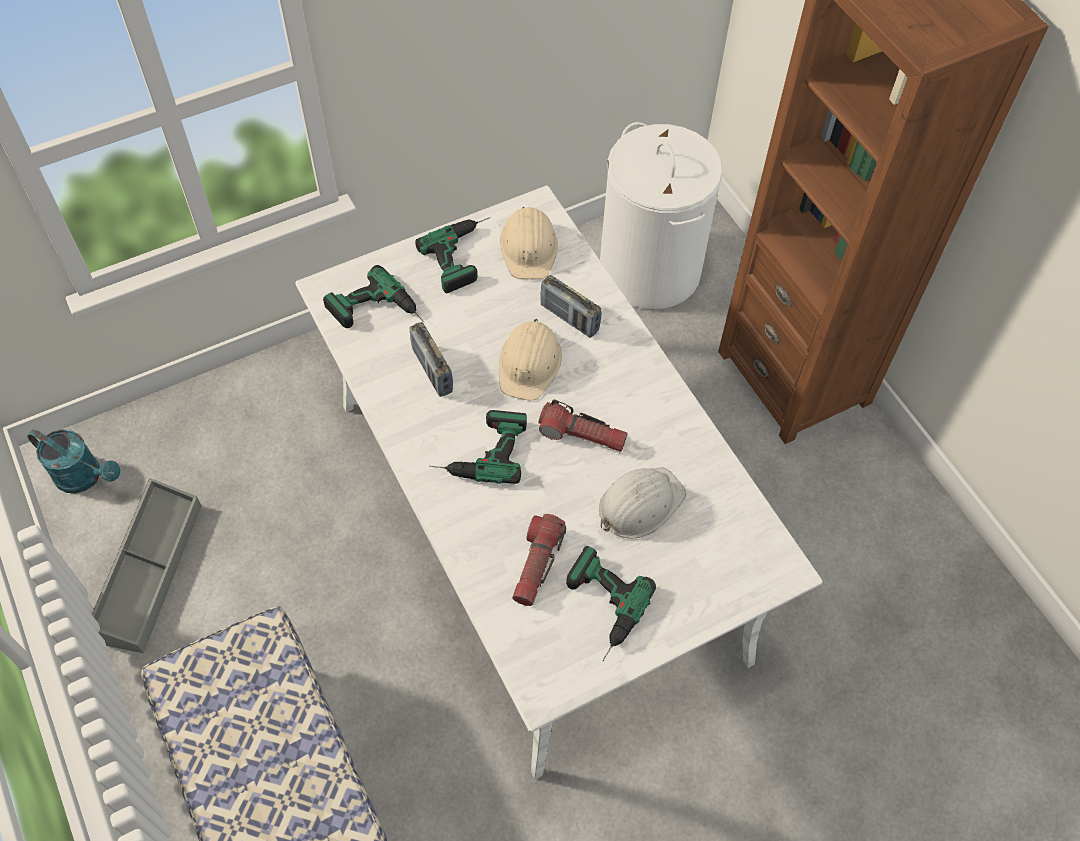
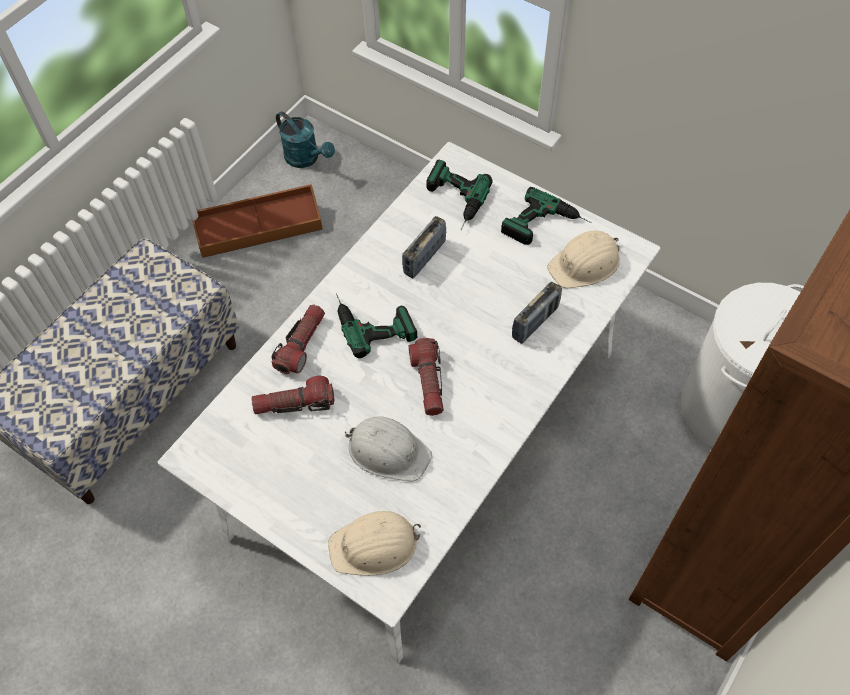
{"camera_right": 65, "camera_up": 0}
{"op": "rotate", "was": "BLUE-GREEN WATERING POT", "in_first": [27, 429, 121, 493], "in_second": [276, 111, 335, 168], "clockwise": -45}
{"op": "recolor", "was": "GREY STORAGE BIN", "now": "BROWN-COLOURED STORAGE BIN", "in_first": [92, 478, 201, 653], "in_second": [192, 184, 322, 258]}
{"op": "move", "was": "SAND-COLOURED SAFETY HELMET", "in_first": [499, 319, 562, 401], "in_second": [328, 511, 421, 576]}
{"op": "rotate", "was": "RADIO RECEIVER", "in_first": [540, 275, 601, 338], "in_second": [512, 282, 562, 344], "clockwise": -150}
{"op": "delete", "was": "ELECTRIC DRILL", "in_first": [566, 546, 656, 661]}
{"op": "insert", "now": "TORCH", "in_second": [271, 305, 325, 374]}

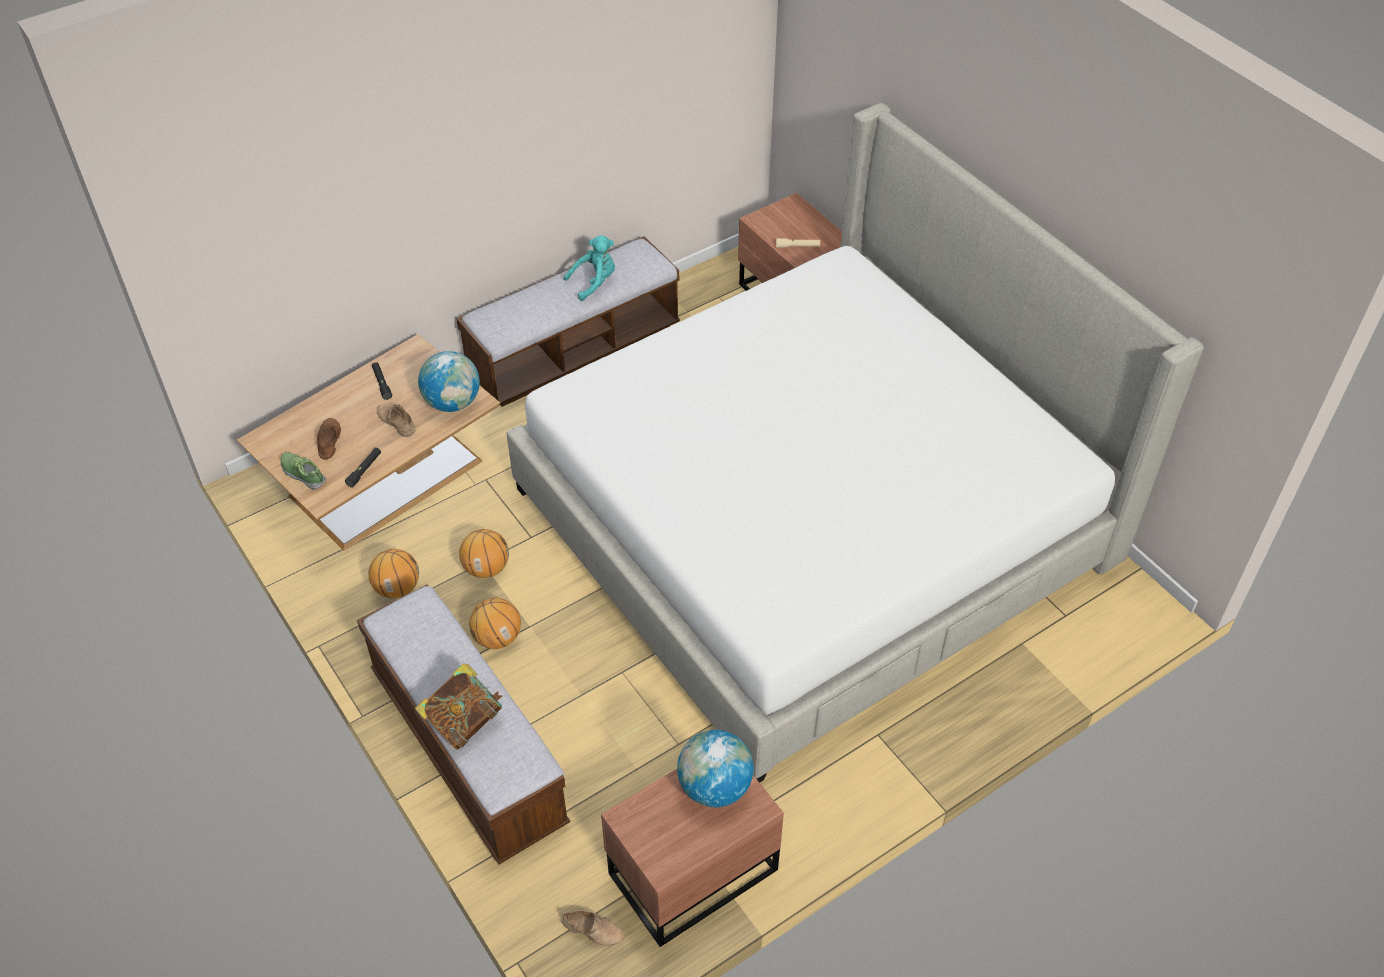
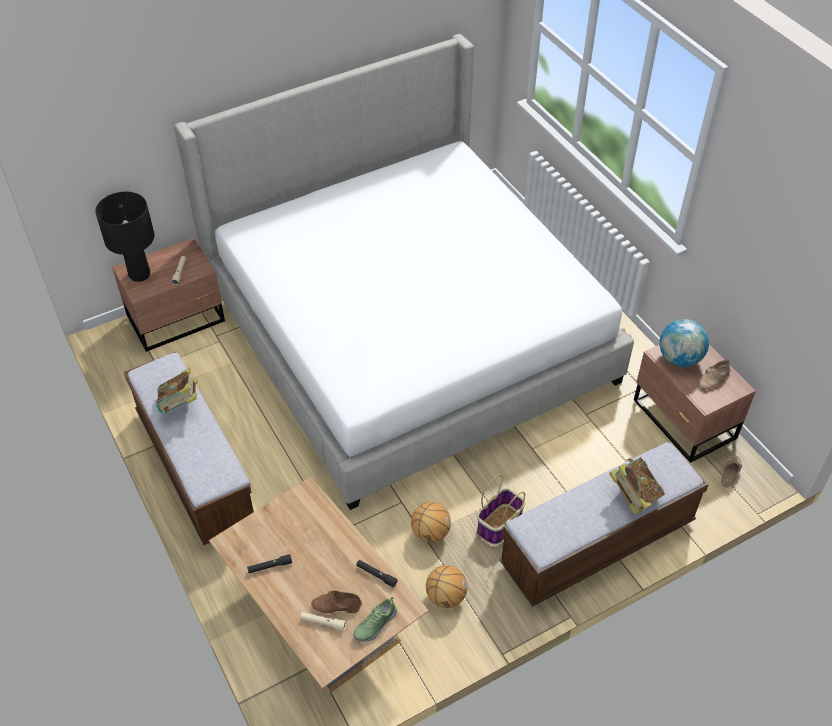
{"camera_right": -85, "camera_up": 0}
{"op": "move", "was": "SAND-COLOURED LOW SHOE", "in_first": [377, 403, 416, 437], "in_second": [699, 359, 731, 389]}
{"op": "delete", "was": "DESK GLOBE", "in_first": [418, 351, 480, 412]}
{"op": "replace", "was": "BALL FOR BASKETBALL", "now": "STORAGE BASKET", "in_first": [469, 598, 521, 649], "in_second": [477, 474, 525, 544]}
{"op": "replace", "was": "BLUE-GREEN PLUSH TOY", "now": "BOOK", "in_first": [564, 235, 615, 301], "in_second": [156, 368, 198, 415]}
{"op": "insert", "now": "BLACK-COLOURED TABLETOP LAMP", "in_second": [95, 192, 154, 282]}
{"op": "insert", "now": "SAND-COLOURED TORCH", "in_second": [300, 612, 346, 631]}

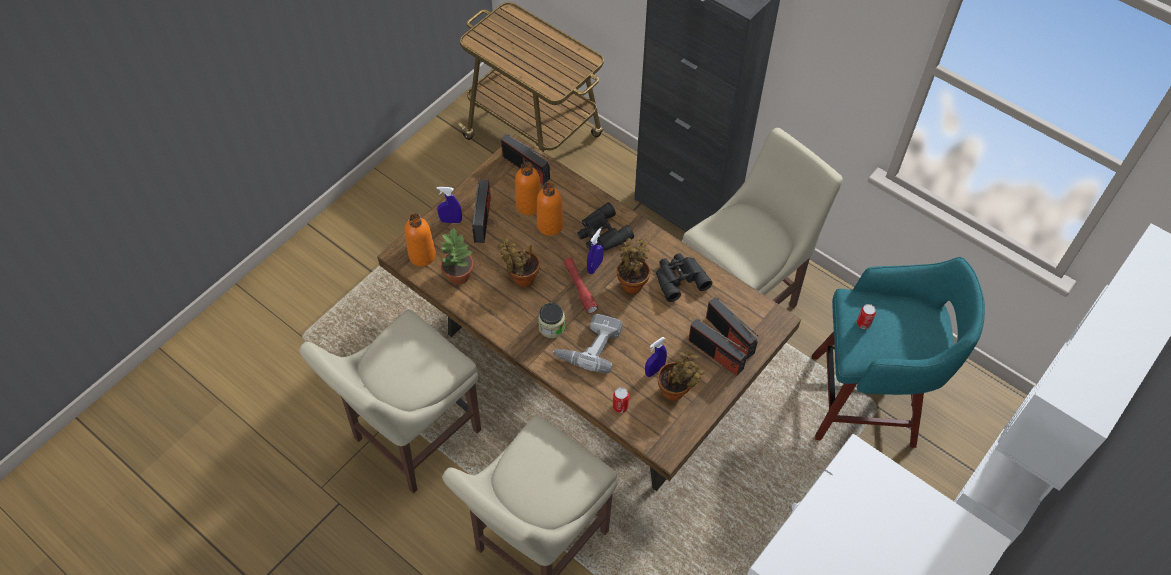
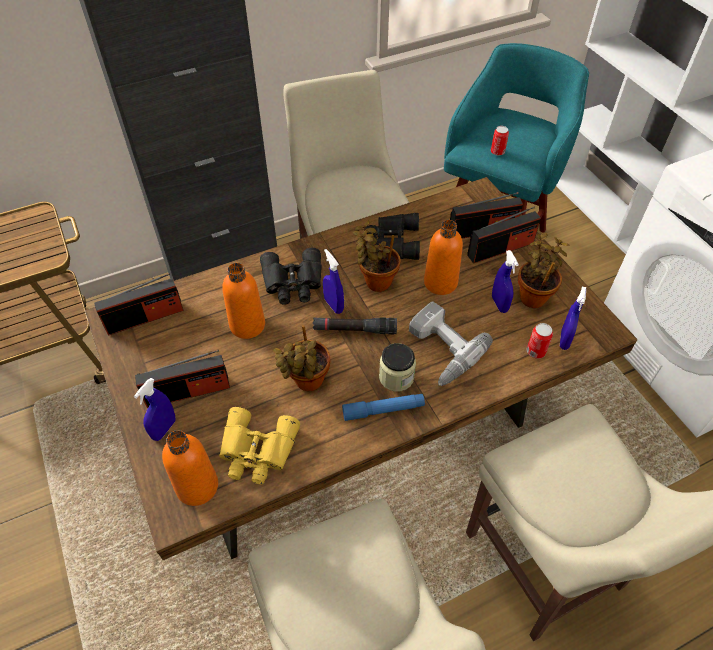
{"camera_right": -65, "camera_up": -5}
{"op": "replace", "was": "HOUSEPLANT", "now": "YELLOWISH BINOCULARS", "in_first": [440, 228, 474, 285], "in_second": [219, 407, 300, 485]}
{"op": "rotate", "was": "RADIO RECEIVER", "in_first": [472, 177, 491, 243], "in_second": [135, 350, 230, 408], "clockwise": 135}
{"op": "move", "was": "ORANGE BEVERAGE BOTTLE", "in_first": [515, 162, 541, 215], "in_second": [424, 220, 463, 295]}
{"op": "recolor", "was": "RED-COLOURED TORCH", "now": "BLACK-COLOURED TORCH", "in_first": [564, 257, 598, 314], "in_second": [313, 317, 397, 334]}
{"op": "insert", "now": "BLUE TORCH", "in_second": [342, 394, 425, 421]}
{"op": "insert", "now": "BLUE SPRAY BOTTLE", "in_second": [560, 287, 586, 350]}

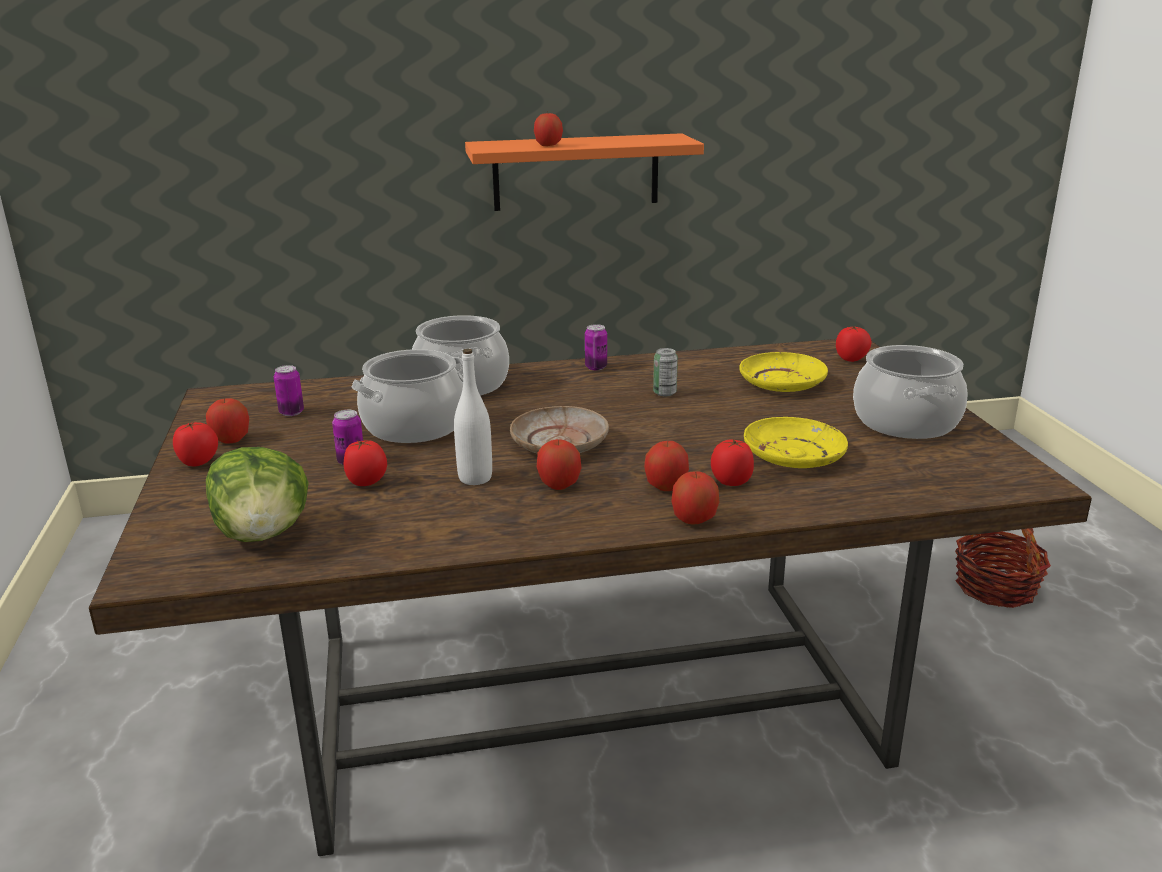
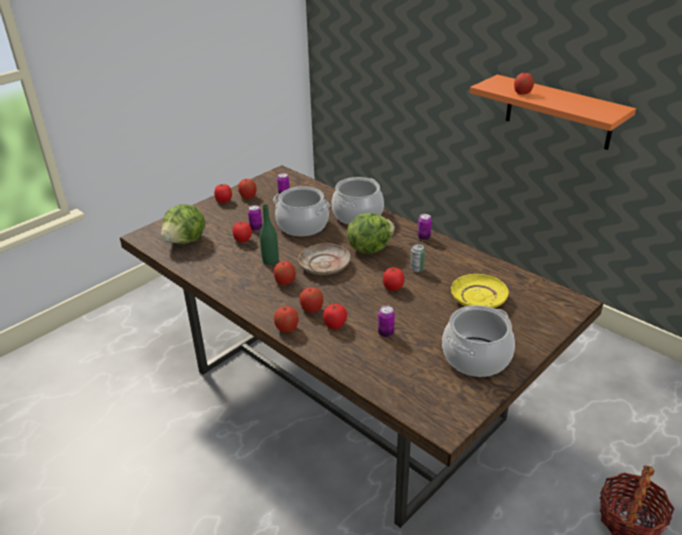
{"camera_right": 55, "camera_up": 10}
{"op": "recolor", "was": "WHITE-COLOURED BEVERAGE BOTTLE", "now": "GREEN BEVERAGE BOTTLE", "in_first": [454, 349, 492, 485], "in_second": [260, 203, 279, 265]}
{"op": "replace", "was": "YELLOWISH FLAT DISH", "now": "CAN", "in_first": [744, 417, 848, 468], "in_second": [378, 306, 395, 337]}
{"op": "move", "was": "WHOLE TOMATO", "in_first": [836, 326, 872, 362], "in_second": [383, 267, 404, 291]}
{"op": "insert", "now": "LETTUCE", "in_second": [347, 213, 395, 254]}

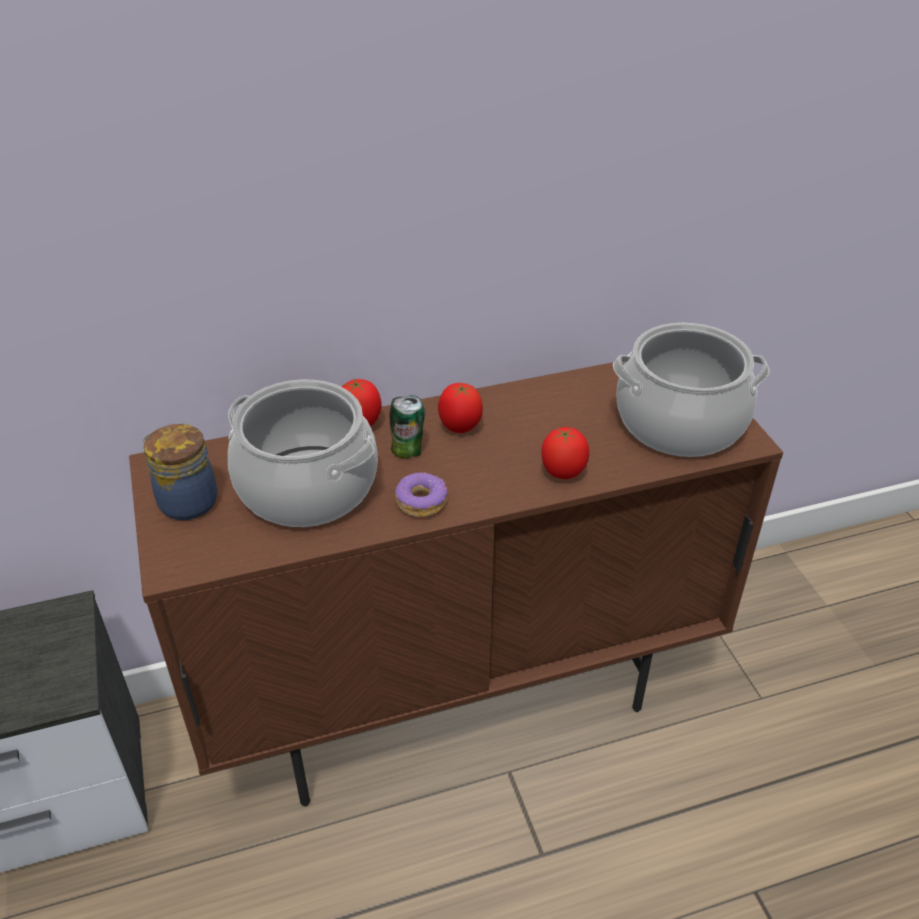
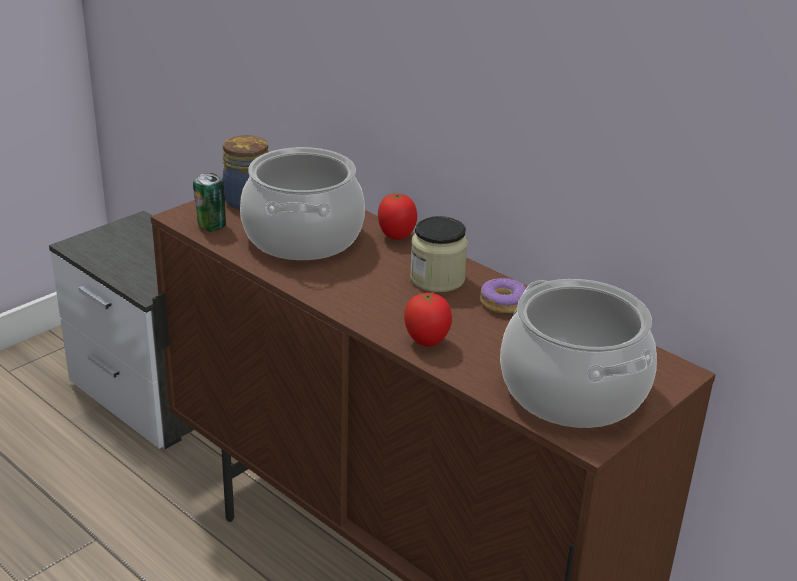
{"camera_right": 60, "camera_up": -10}
{"op": "move", "was": "CAN", "in_first": [390, 395, 425, 459], "in_second": [193, 173, 226, 232]}
{"op": "move", "was": "RING DOUGHNUT", "in_first": [395, 472, 447, 517], "in_second": [480, 278, 526, 313]}
{"op": "replace", "was": "WHOLE TOMATO", "now": "PRESERVE JAR", "in_first": [438, 383, 483, 433], "in_second": [410, 216, 468, 292]}

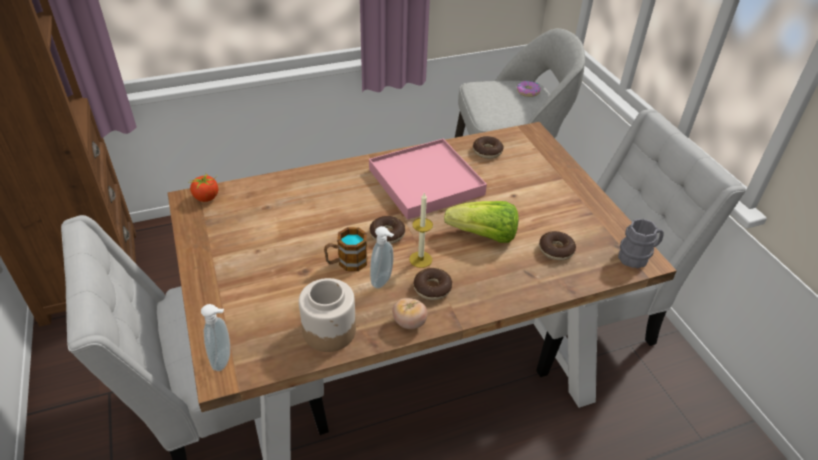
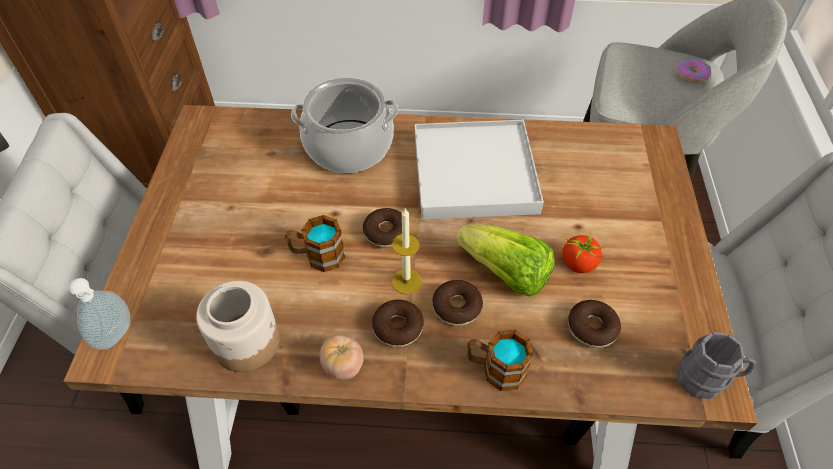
{"camera_right": 25, "camera_up": 10}
{"op": "move", "was": "WHOLE TOMATO", "in_first": [189, 173, 218, 202], "in_second": [562, 232, 607, 273]}
{"op": "recolor", "was": "PINK-COLOURED CARRYING TRAY", "now": "WHITE-COLOURED CARRYING TRAY", "in_first": [369, 139, 487, 220], "in_second": [415, 120, 544, 220]}
{"op": "delete", "was": "SOAP DISPENSER", "in_first": [370, 226, 394, 288]}
{"op": "move", "was": "RING DOUGHNUT", "in_first": [473, 136, 503, 159], "in_second": [432, 280, 483, 326]}
{"op": "insert", "now": "SAUCEPOT", "in_second": [291, 77, 398, 173]}
{"op": "insert", "now": "COFFEE MUG", "in_second": [467, 330, 533, 391]}

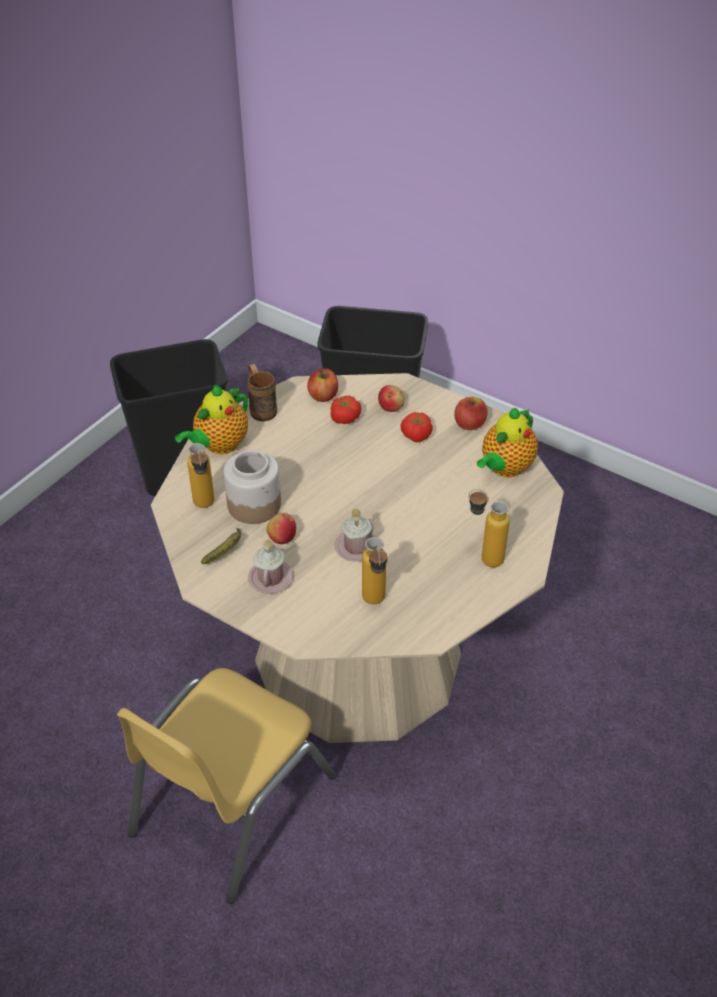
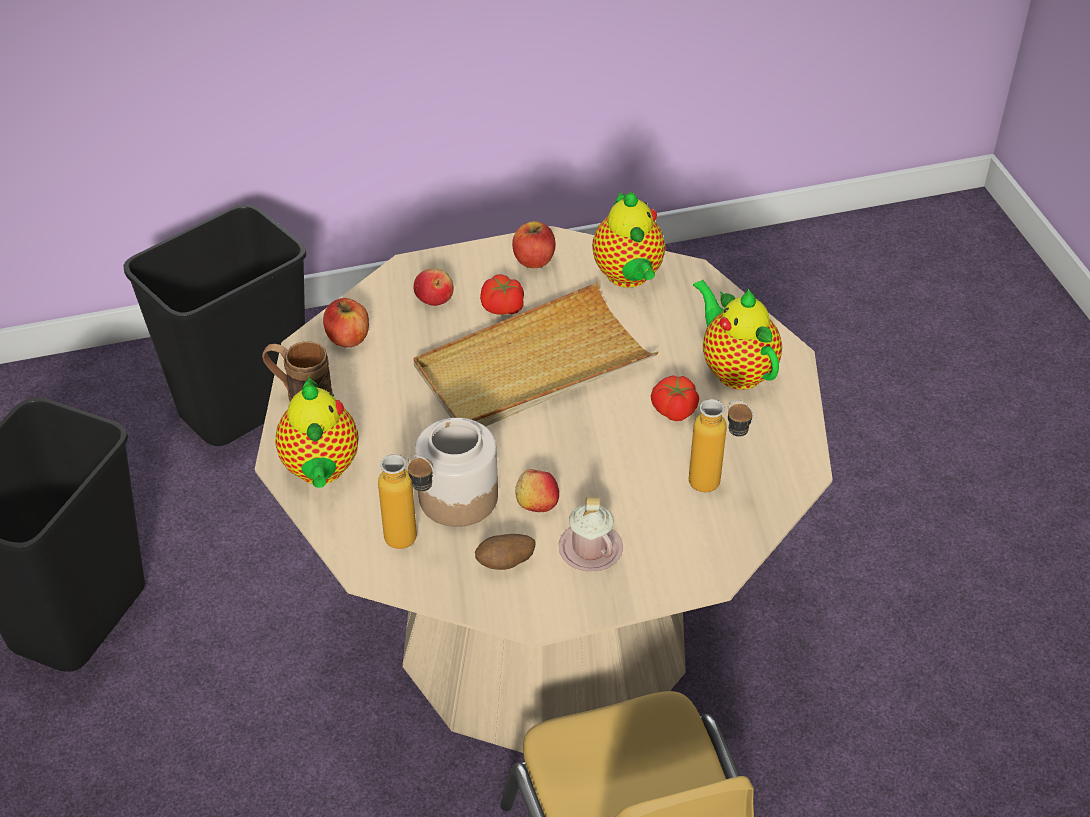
{"camera_right": -50, "camera_up": 0}
{"op": "replace", "was": "BANANA", "now": "WHOLE POTATO", "in_first": [201, 528, 241, 564], "in_second": [475, 534, 536, 570]}
{"op": "move", "was": "WHOLE TOMATO", "in_first": [331, 396, 361, 424], "in_second": [651, 375, 699, 421]}
{"op": "delete", "was": "PINK-COLOURED COFFEE MUG", "in_first": [335, 509, 375, 562]}
{"op": "replace", "was": "BEVERAGE BOTTLE", "now": "TEA POT", "in_first": [469, 489, 510, 567], "in_second": [693, 280, 782, 390]}
{"op": "insert", "now": "SAND-COLOURED CARRYING TRAY", "in_second": [413, 282, 659, 427]}

